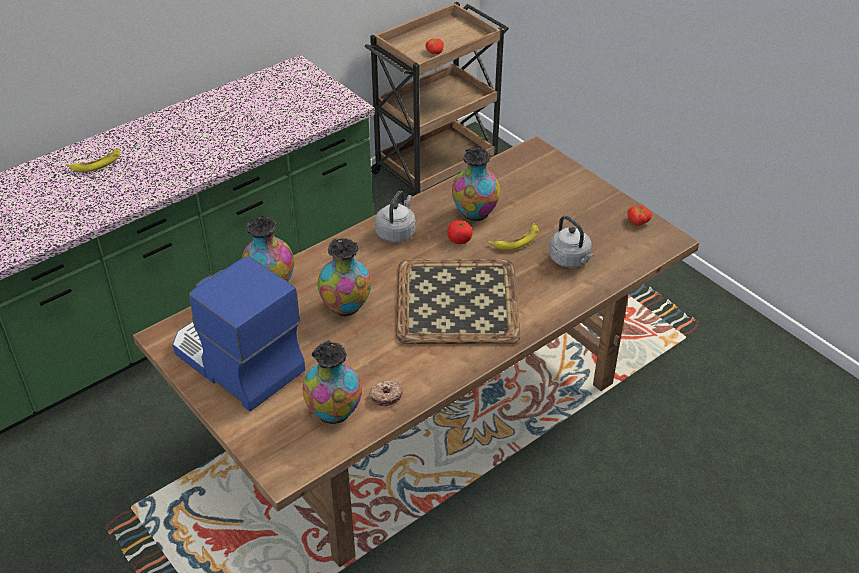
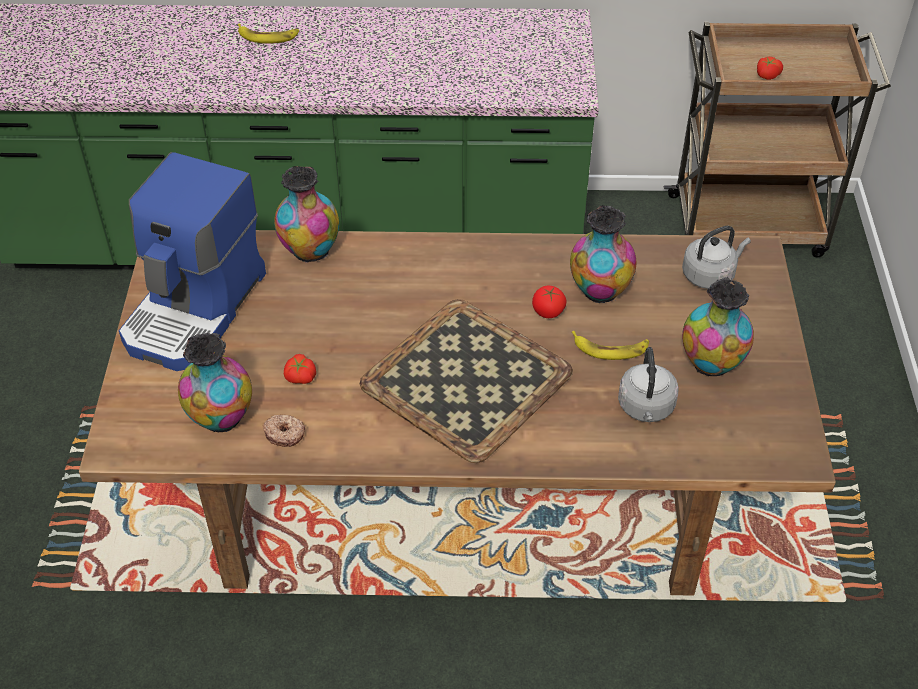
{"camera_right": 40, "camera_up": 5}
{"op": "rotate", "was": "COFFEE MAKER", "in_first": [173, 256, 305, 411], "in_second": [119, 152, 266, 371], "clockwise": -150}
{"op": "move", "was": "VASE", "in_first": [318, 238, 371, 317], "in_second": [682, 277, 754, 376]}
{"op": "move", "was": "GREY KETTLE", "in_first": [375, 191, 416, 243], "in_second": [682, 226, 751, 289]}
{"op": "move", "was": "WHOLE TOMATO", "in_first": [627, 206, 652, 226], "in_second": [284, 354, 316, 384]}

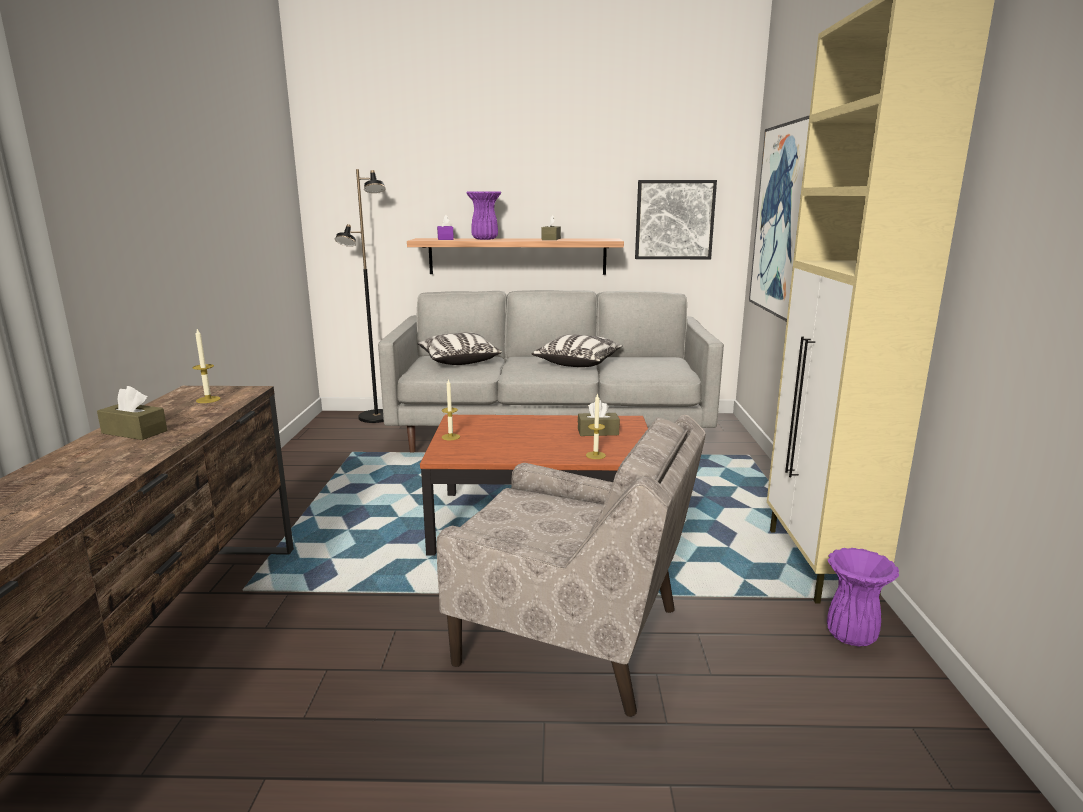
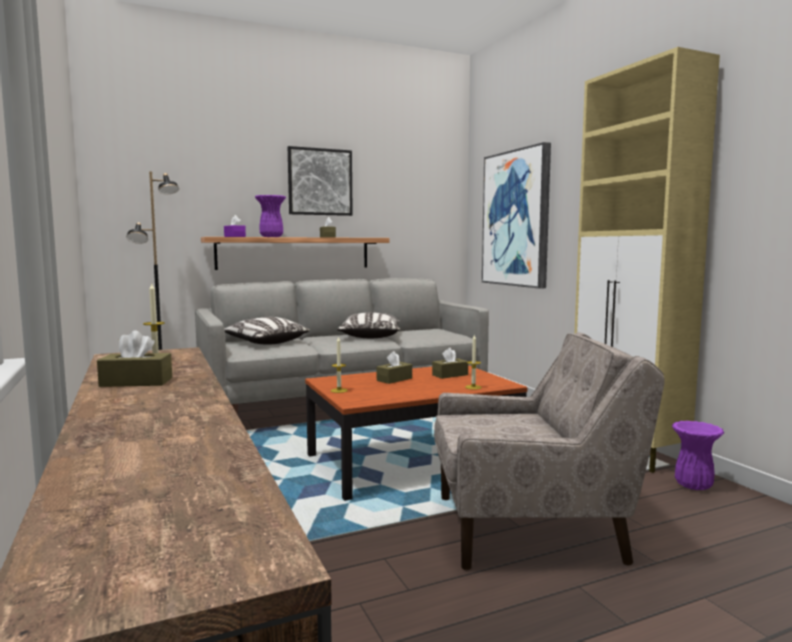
{"camera_right": -25, "camera_up": -10}
{"op": "move", "was": "WALL ART", "in_first": [635, 180, 717, 259], "in_second": [288, 146, 353, 216]}
{"op": "insert", "now": "BROWN-COLOURED BOX OF TISSUES", "in_second": [377, 351, 412, 384]}

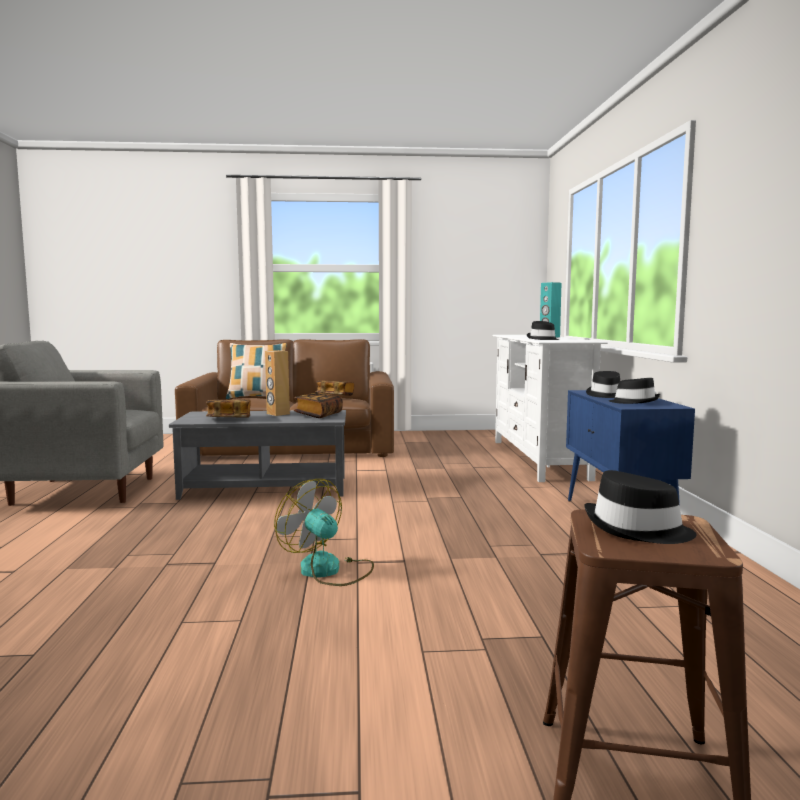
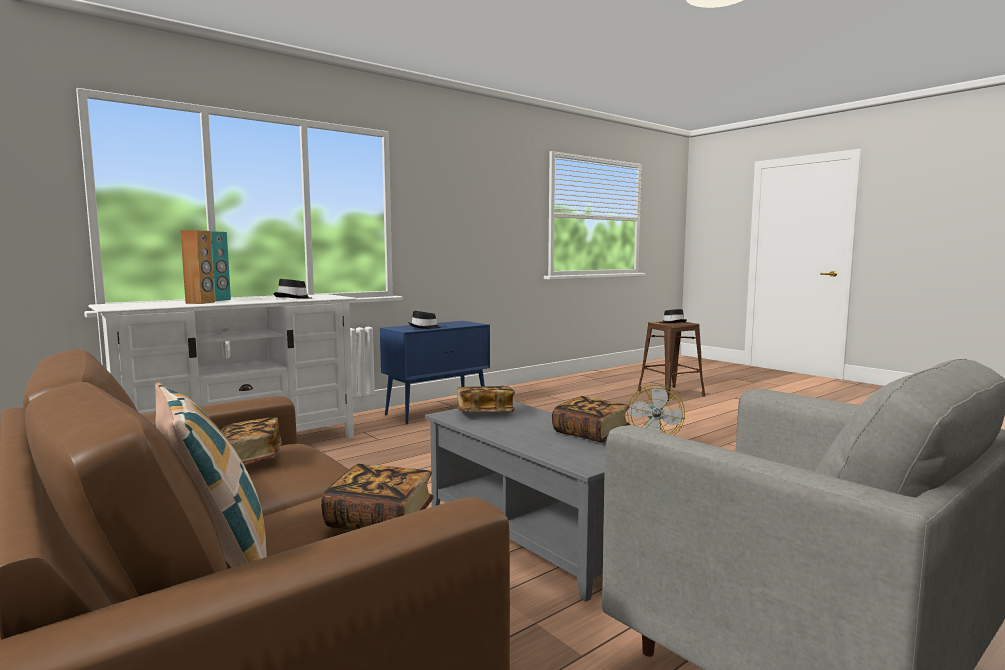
{"camera_right": -125, "camera_up": 0}
{"op": "move", "was": "BROWN-COLOURED SPEAKER", "in_first": [265, 350, 290, 416], "in_second": [180, 230, 215, 304]}
{"op": "delete", "was": "BLACK-COLOURED CLOTHING HAT", "in_first": [609, 378, 660, 404]}
{"op": "insert", "now": "BOOK", "in_second": [321, 463, 434, 530]}

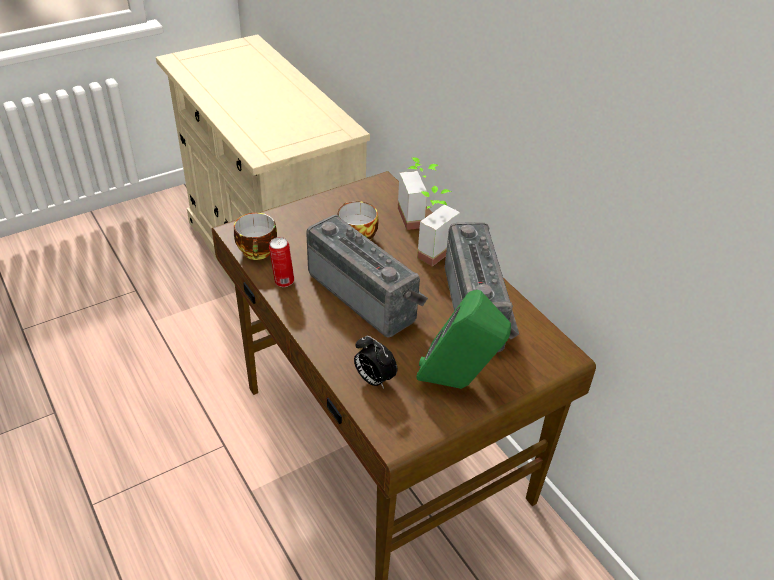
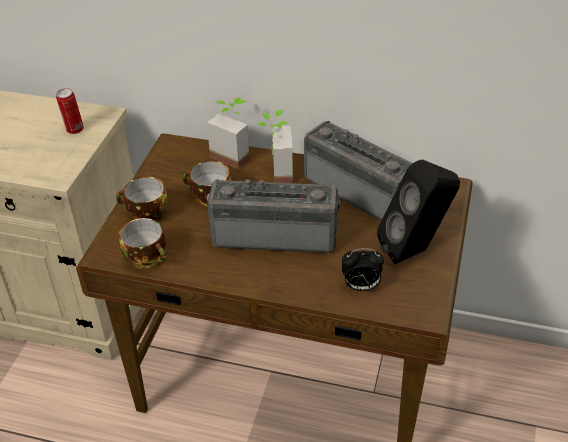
{"camera_right": -40, "camera_up": 0}
{"op": "move", "was": "CAN", "in_first": [269, 237, 294, 287], "in_second": [56, 88, 84, 134]}
{"op": "recolor", "was": "GREEN SPEAKER", "now": "BLACK-COLOURED SPEAKER", "in_first": [416, 290, 511, 389], "in_second": [377, 159, 460, 264]}
{"op": "insert", "now": "CUP", "in_second": [116, 177, 167, 221]}

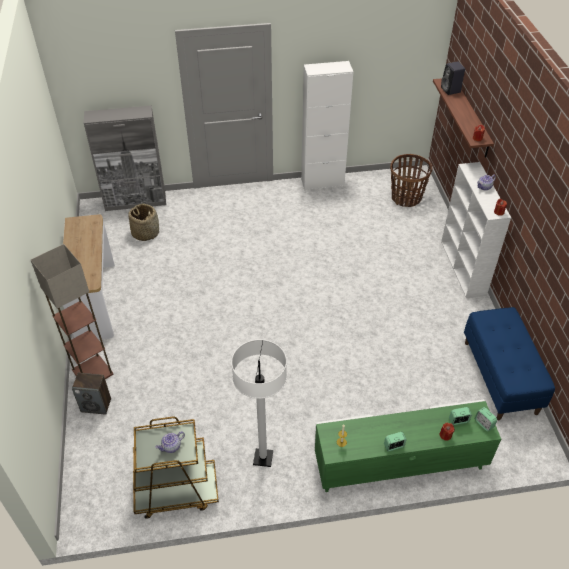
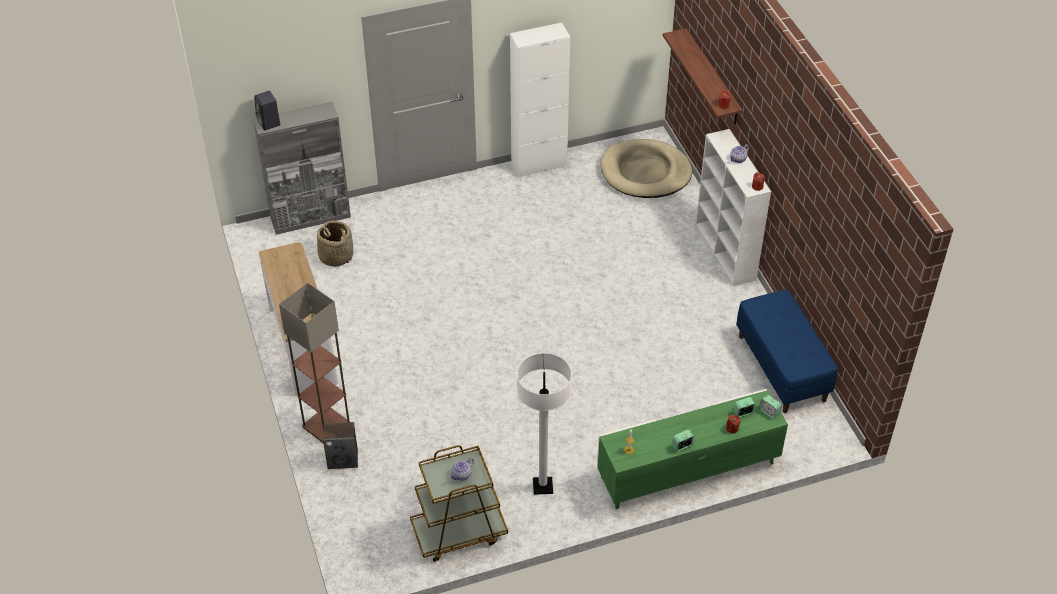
{"camera_right": -10, "camera_up": 0}
{"op": "replace", "was": "STORAGE BASKET", "now": "SAND-COLOURED DOG BED", "in_first": [390, 154, 432, 207], "in_second": [600, 139, 692, 198]}
{"op": "move", "was": "BLACK-COLOURED SPEAKER", "in_first": [441, 62, 465, 95], "in_second": [254, 91, 280, 131]}

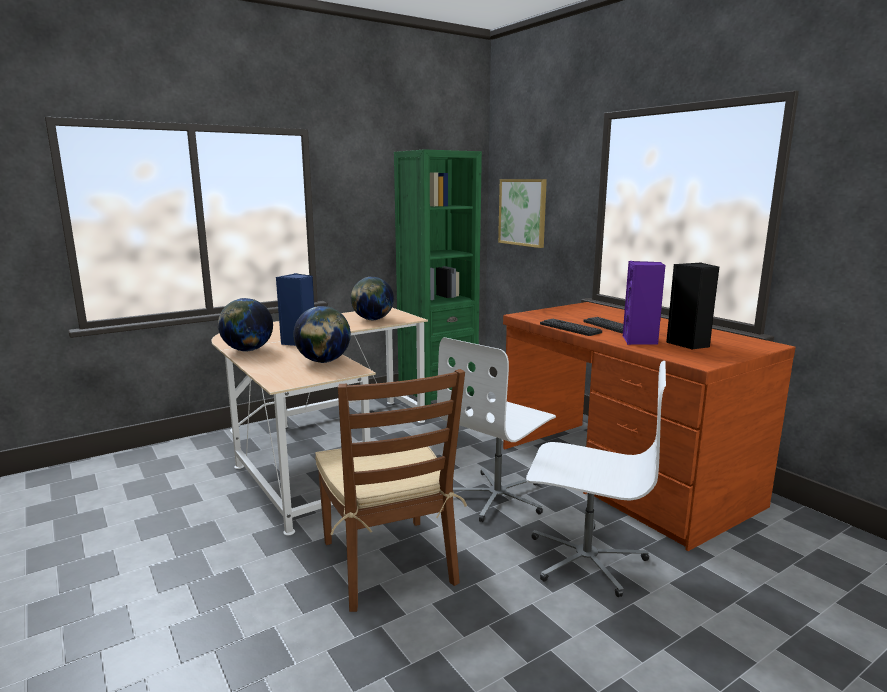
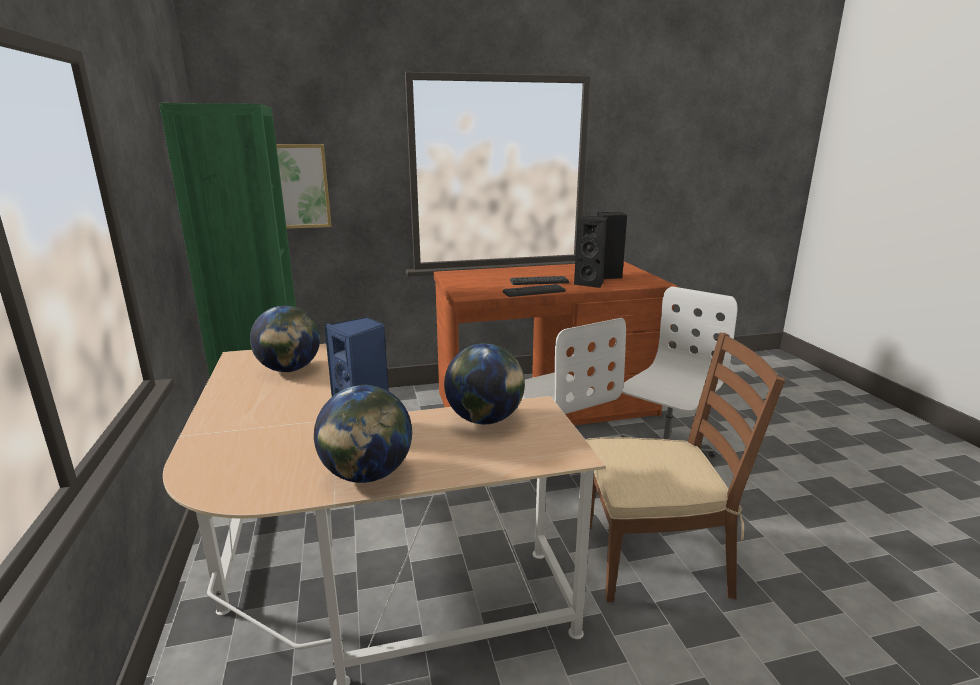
{"camera_right": -70, "camera_up": 5}
{"op": "recolor", "was": "PURPLE-COLOURED SPEAKER", "now": "BLACK-COLOURED SPEAKER", "in_first": [623, 261, 665, 345], "in_second": [574, 216, 608, 288]}

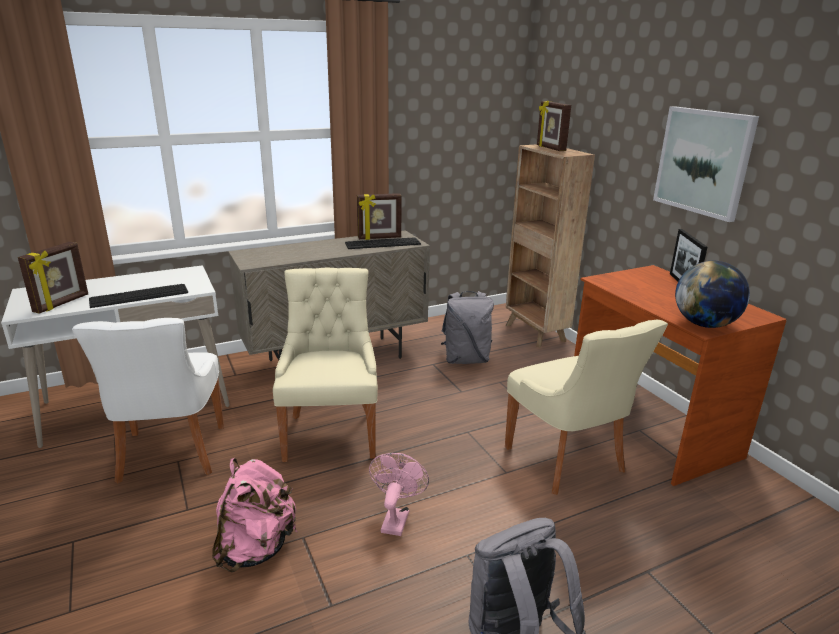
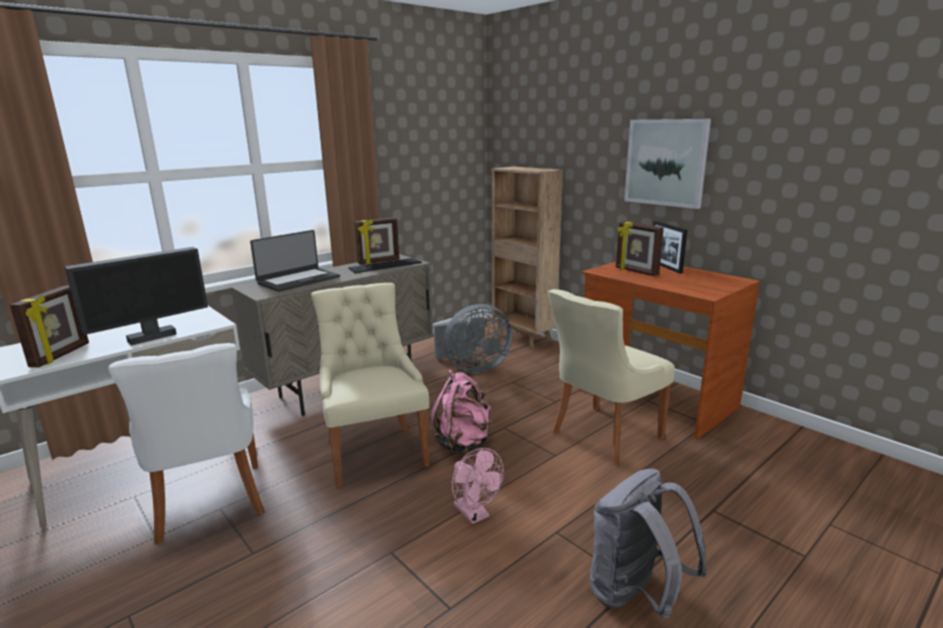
{"camera_right": -15, "camera_up": -5}
{"op": "replace", "was": "COMPUTER KEYBOARD", "now": "COMPUTER DISPLAY", "in_first": [89, 284, 188, 308], "in_second": [64, 247, 208, 346]}
{"op": "move", "was": "PINK-COLOURED RUCKSACK", "in_first": [212, 458, 297, 572], "in_second": [431, 369, 492, 454]}
{"op": "rotate", "was": "PINK-COLOURED COOLING FAN", "in_first": [369, 453, 429, 536], "in_second": [451, 448, 504, 524], "clockwise": 150}
{"op": "replace", "was": "GREY RUCKSACK", "now": "GREY COOLING FAN", "in_first": [441, 291, 494, 364], "in_second": [434, 304, 512, 373]}
{"op": "rotate", "was": "SAND-COLOURED UPRIGHT CHAIR", "in_first": [505, 320, 668, 495], "in_second": [548, 289, 675, 465], "clockwise": 90}
{"op": "move", "was": "STANDING FRAME", "in_first": [537, 101, 571, 151], "in_second": [616, 221, 664, 276]}
{"op": "delete", "was": "DESK GLOBE", "in_first": [675, 261, 750, 328]}
{"op": "insert", "now": "PORTABLE COMPUTER", "in_second": [250, 230, 340, 292]}

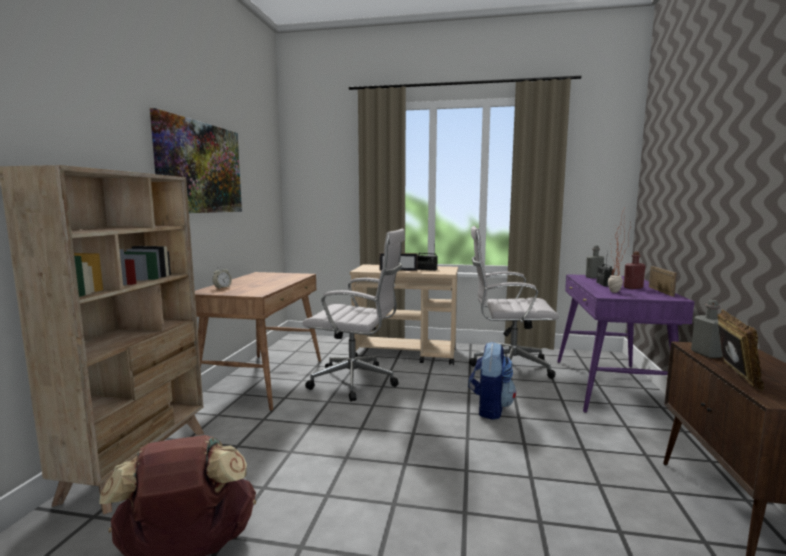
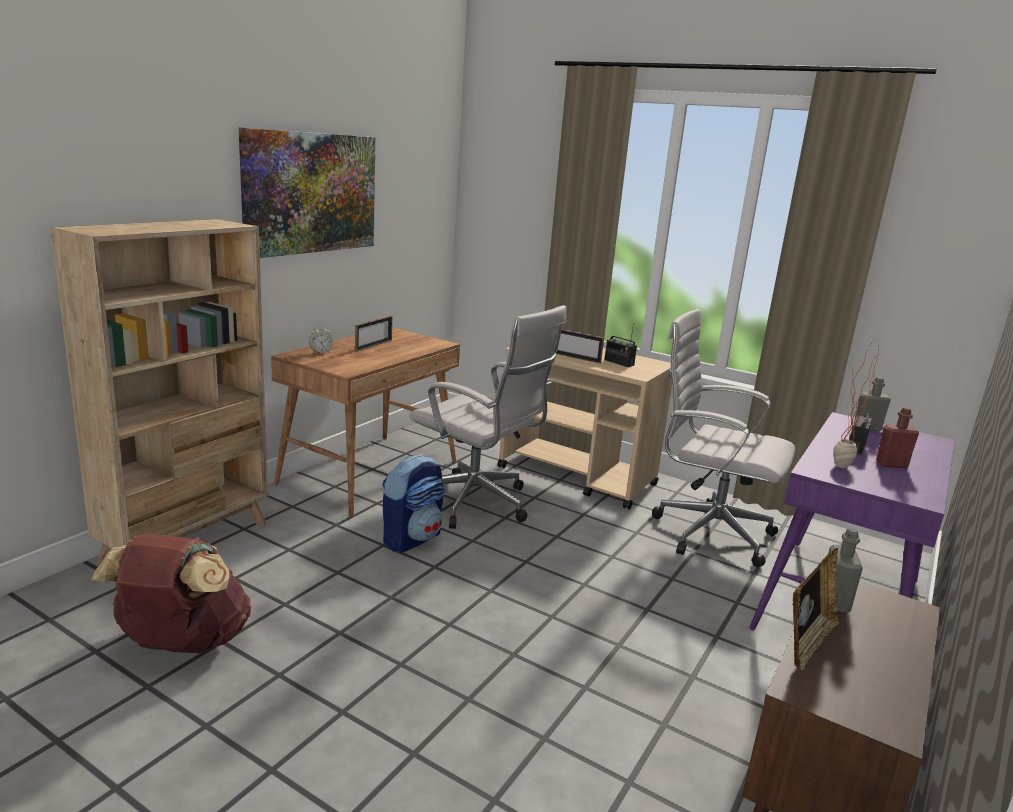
{"camera_right": 20, "camera_up": 10}
{"op": "move", "was": "RUCKSACK", "in_first": [468, 341, 516, 420], "in_second": [383, 454, 445, 552]}
{"op": "move", "was": "STANDING FRAME", "in_first": [649, 266, 677, 297], "in_second": [355, 316, 392, 352]}

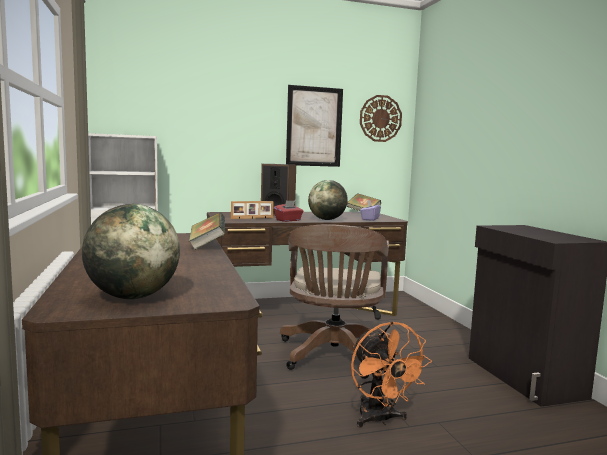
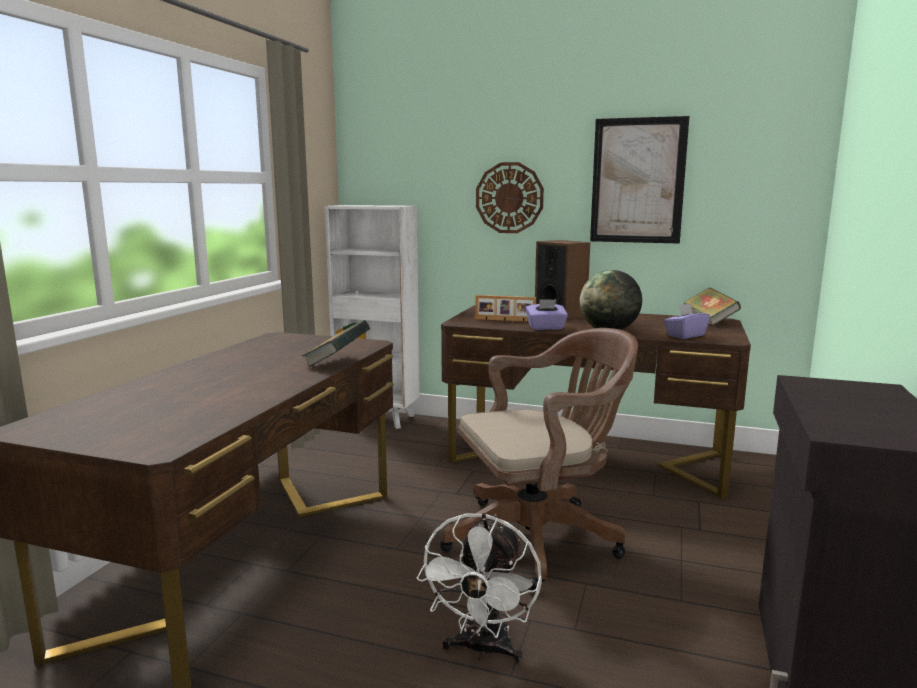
{"camera_right": 35, "camera_up": 5}
{"op": "delete", "was": "DESK GLOBE", "in_first": [82, 204, 180, 299]}
{"op": "recolor", "was": "RED-COLOURED BOX OF TISSUES", "now": "PURPLE-COLOURED BOX OF TISSUES", "in_first": [274, 201, 303, 222], "in_second": [526, 299, 568, 330]}
{"op": "rotate", "was": "BROWN-COLOURED DESK CHAIR", "in_first": [280, 224, 390, 379], "in_second": [440, 328, 638, 592], "clockwise": -150}
{"op": "recolor", "was": "ORANGE COOLING FAN", "now": "WHITE-COLOURED COOLING FAN", "in_first": [351, 321, 432, 427], "in_second": [417, 513, 542, 664]}
{"op": "move", "was": "CLOCK ON THE WALL", "in_first": [360, 95, 402, 142], "in_second": [476, 162, 544, 233]}

